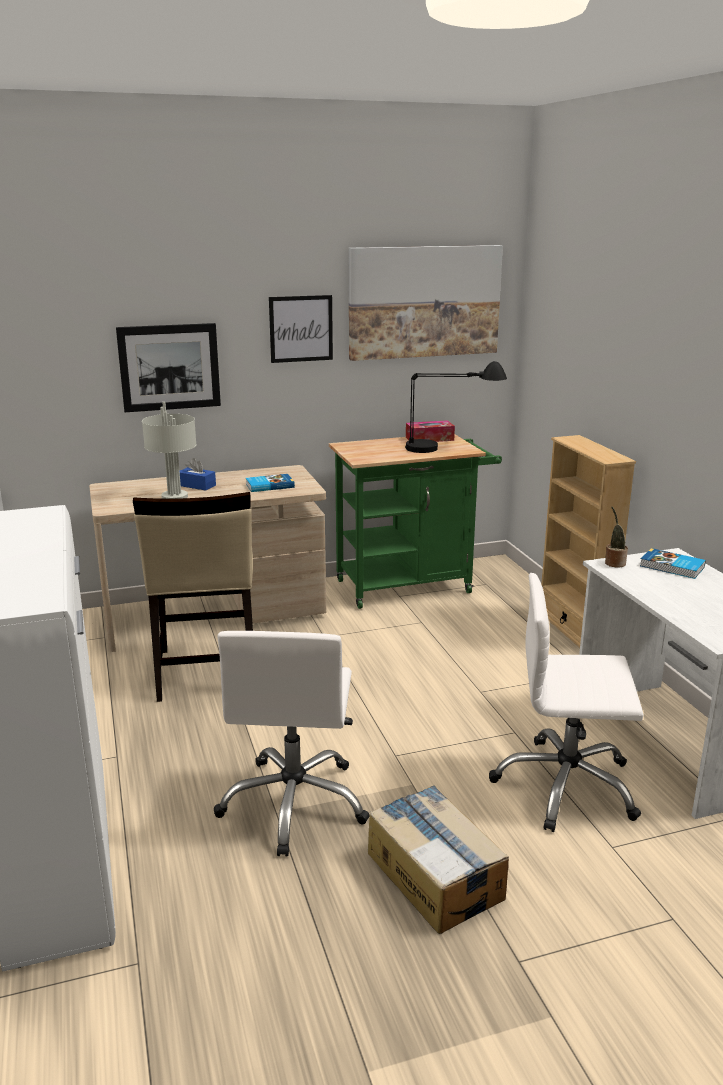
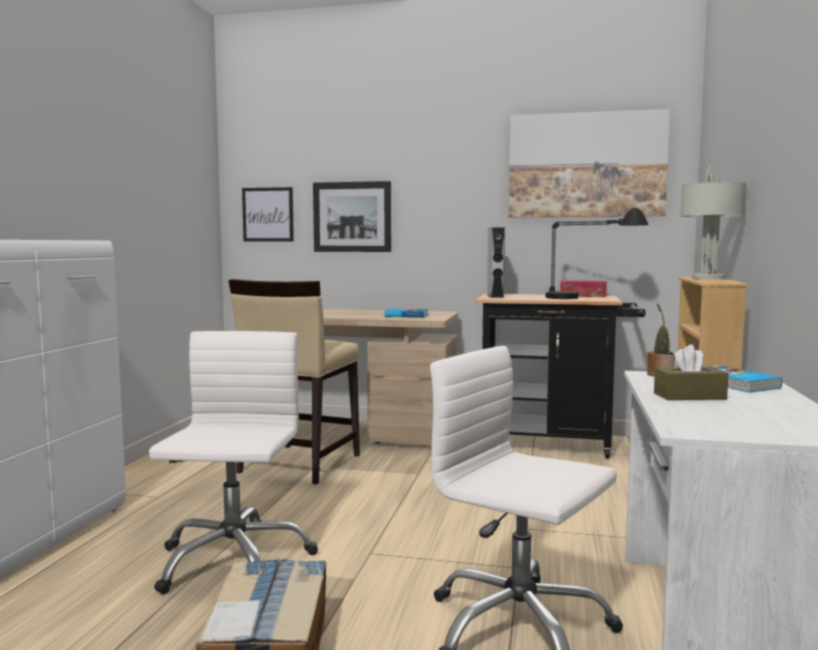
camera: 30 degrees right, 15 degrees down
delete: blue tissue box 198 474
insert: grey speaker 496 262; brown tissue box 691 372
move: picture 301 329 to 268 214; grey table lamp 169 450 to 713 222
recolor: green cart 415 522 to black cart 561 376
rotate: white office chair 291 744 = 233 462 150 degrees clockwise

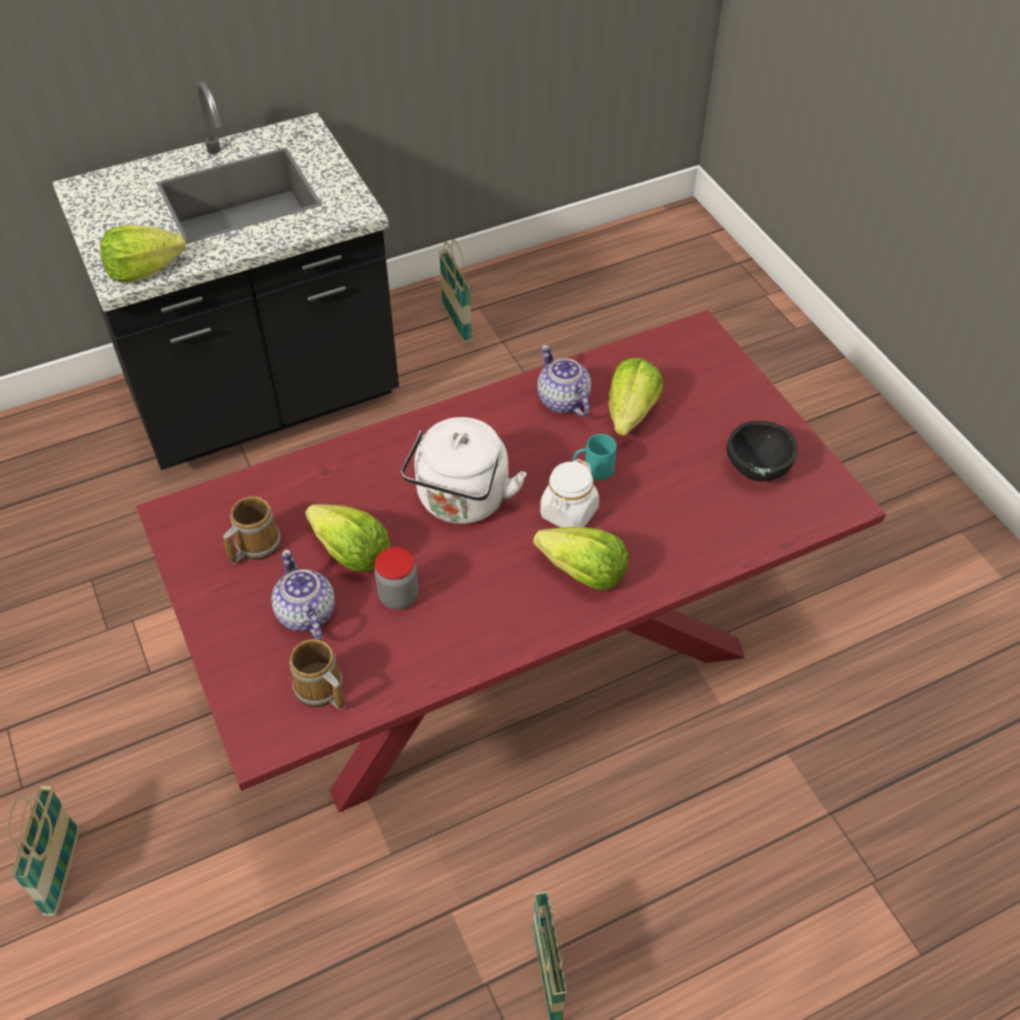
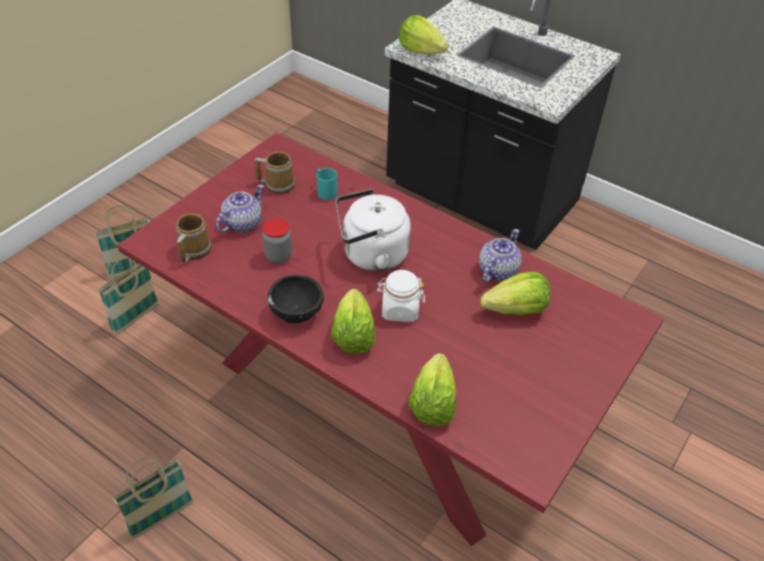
camera: 60 degrees right, 5 degrees down
move: basket 455 292 to 128 293; black bowl 762 451 to 295 299; turquoise mug 595 457 to 327 184; lettuce 347 538 to 432 389

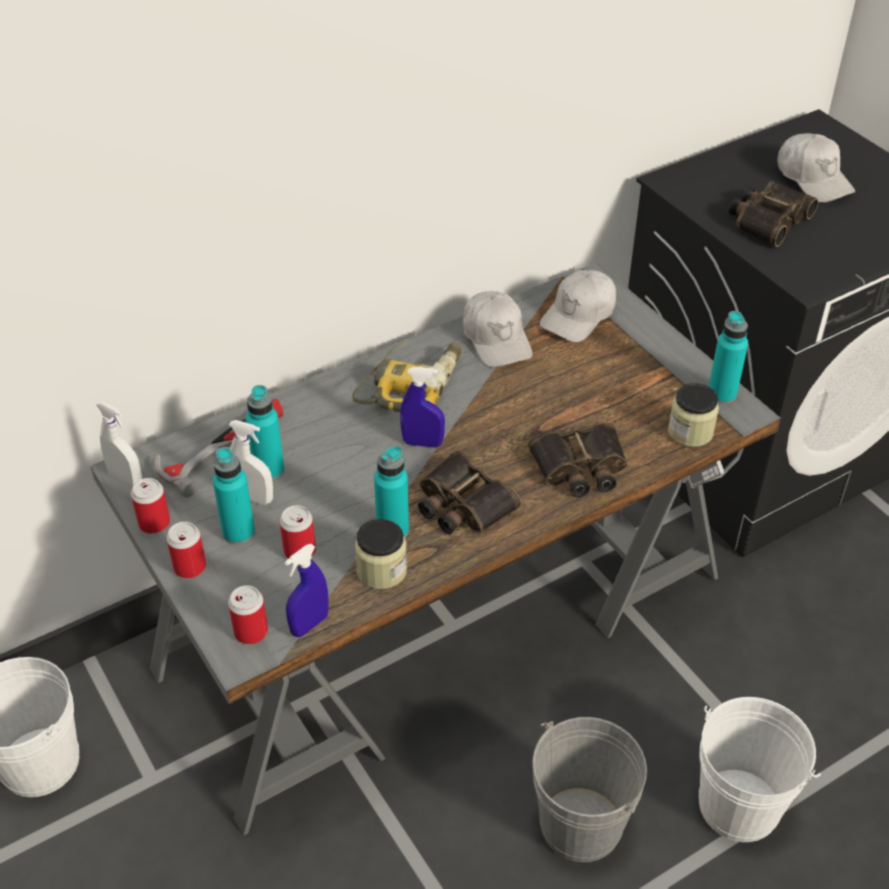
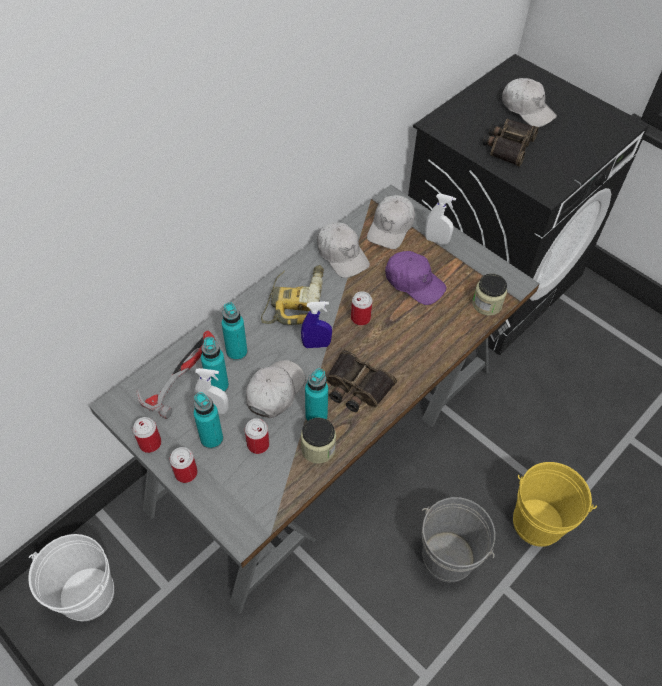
camera: 15 degrees left, 10 degrees up
delete: binoculars 578 459; blue spray bottle 307 590
insert: purple cap 416 278; white cap 275 389
move: turquoise bottle 728 357 to 234 331; white spray bottle 119 445 to 440 219; can 248 614 to 361 308
recolor: white bucket 760 769 to yellow bucket 555 504

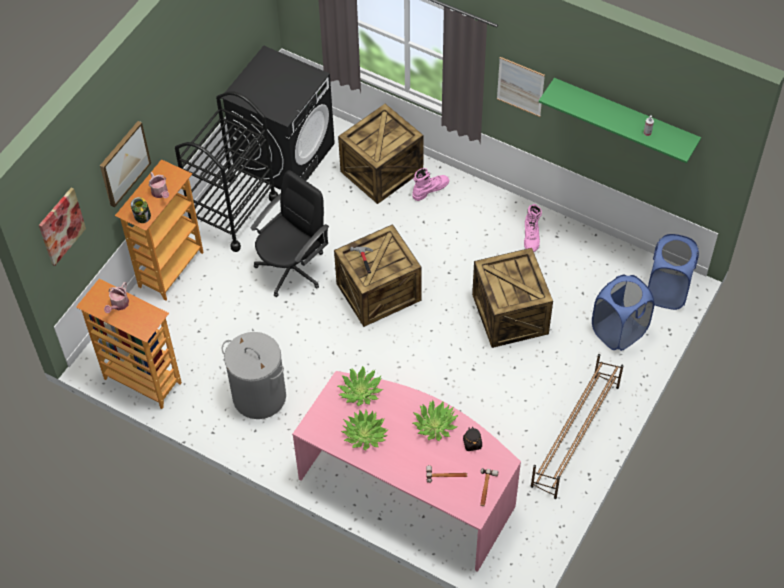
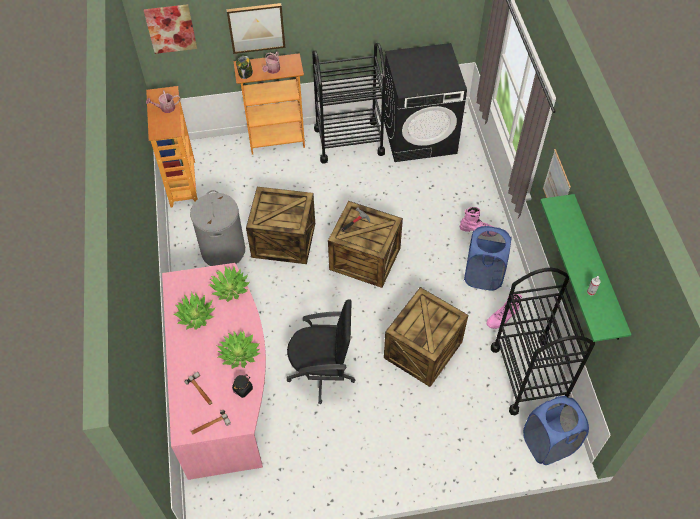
camera: 50 degrees right, 0 degrees up
delete: brown shoe rack 577 426
insert: black cart 543 341
move: crate 381 154 to 280 225; black office chair 290 233 to 321 351; blue laundry basket 623 312 to 488 258

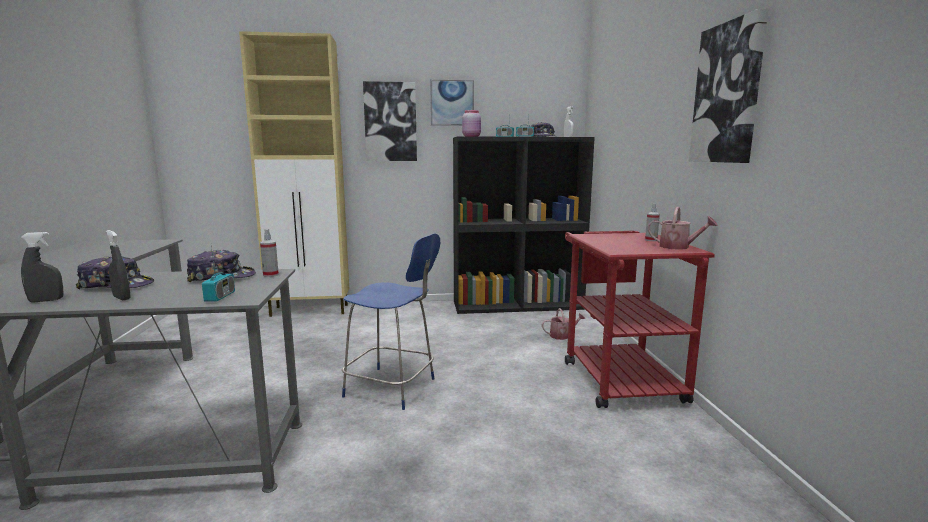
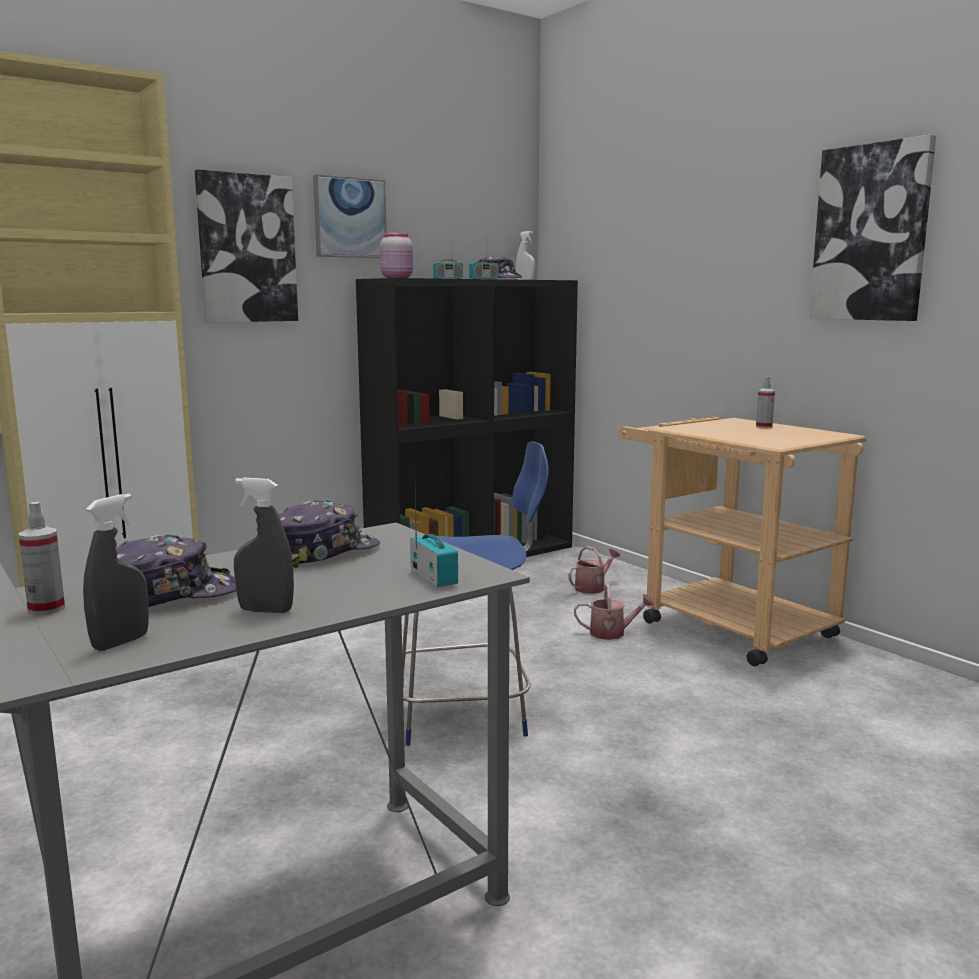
camera: 30 degrees left, 0 degrees up
move: watering can 683 228 to 614 612; spray bottle 269 253 to 42 558
recolor: red cart 640 319 to beige cart 742 541

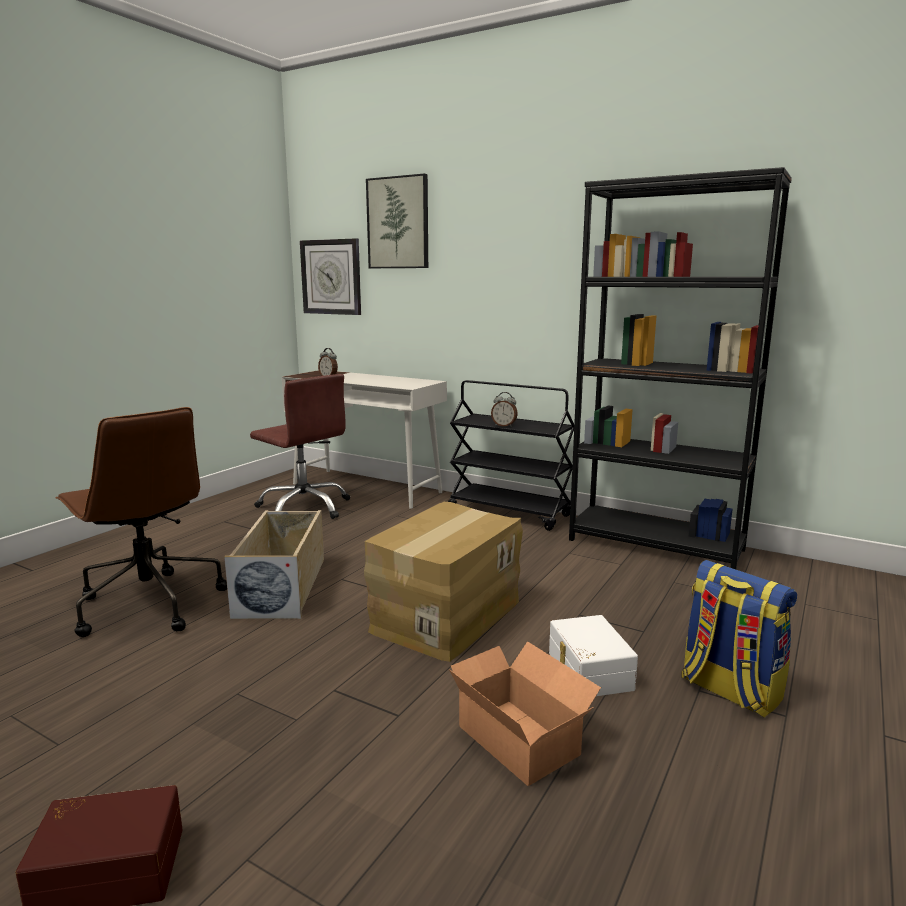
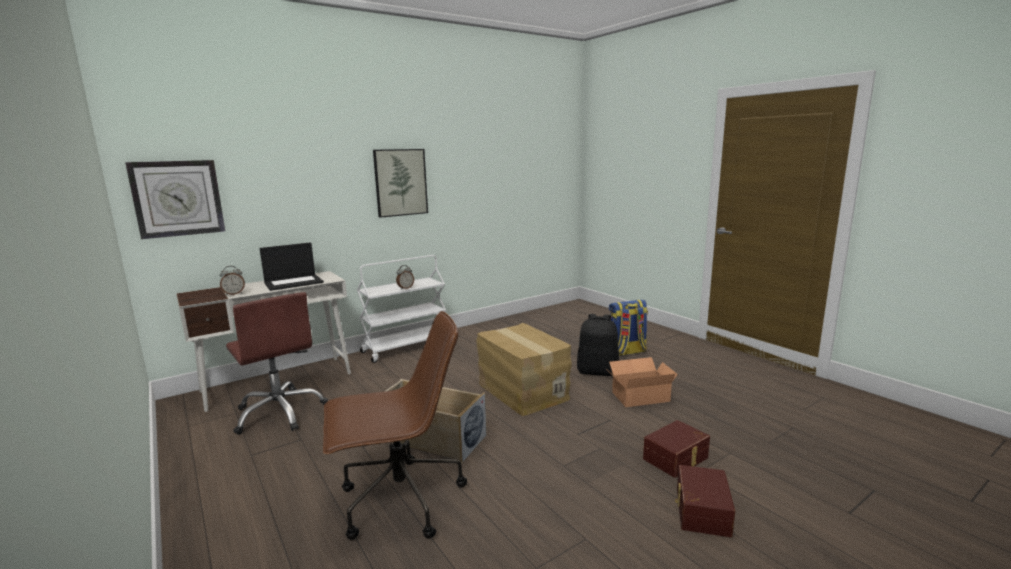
camera: 65 degrees left, 0 degrees up
delete: black bookcase 680 368
insert: laptop 292 266; brown storage box 676 449
move: picture 397 220 to 400 183
replace: white storage box 593 655 to black backpack 598 345
recolor: black cart 511 455 to white cart 401 309
rotate: brown office chair 300 446 = 277 363 75 degrees clockwise

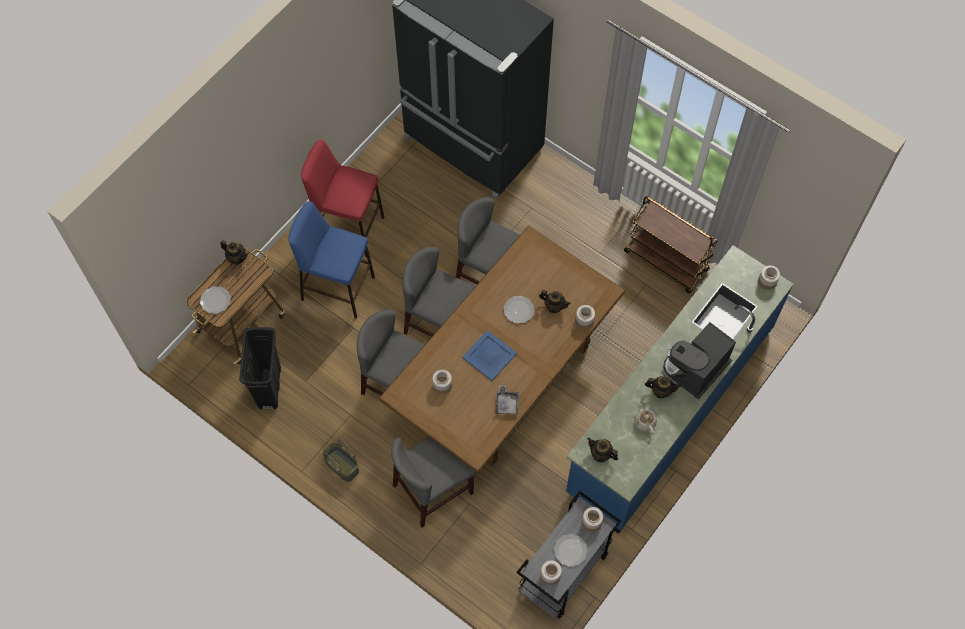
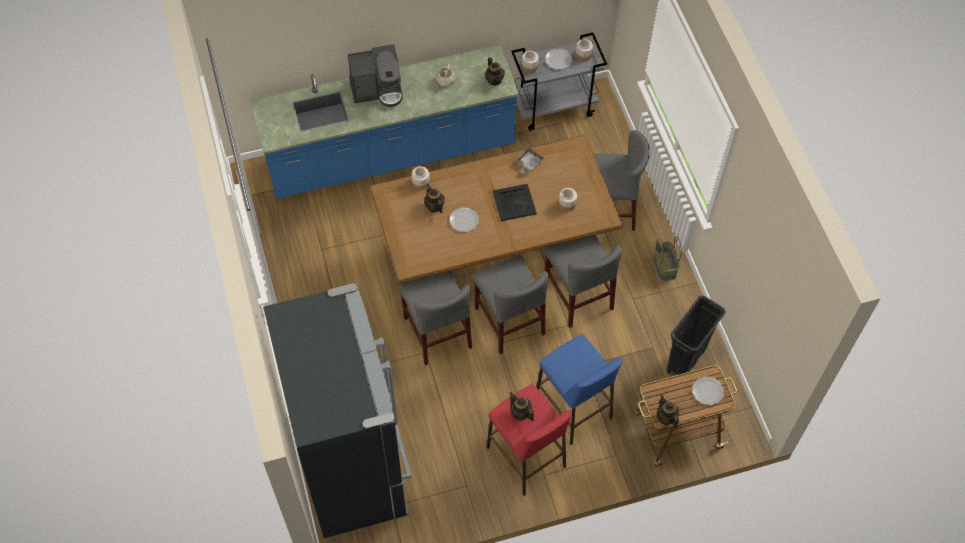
camera: 145 degrees left, 5 degrees down
delete: brown cart 671 244; jar 769 277
move: teapot 663 387 to 521 406
recolor: blue tray 489 355 to black tray 514 202

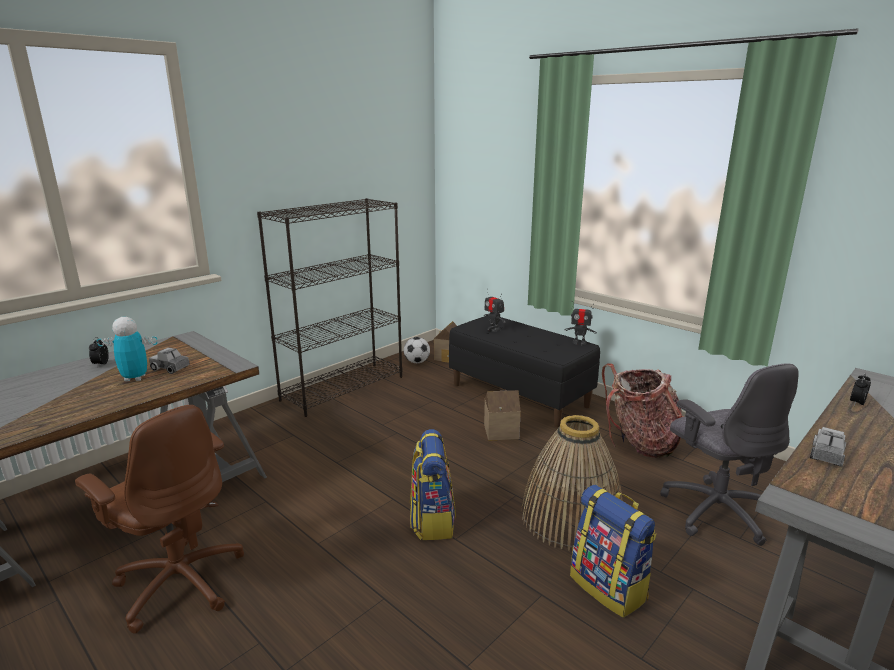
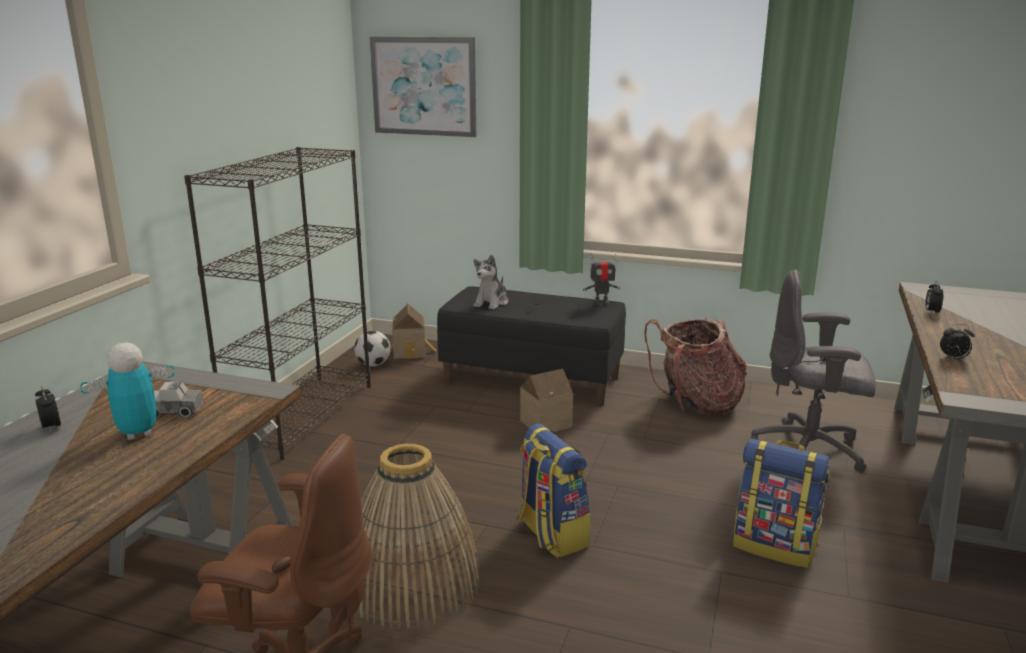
camera: 25 degrees left, 0 degrees up
insert: picture 423 87
move: basket 571 483 to 417 536
replace: toy robot 495 311 to plush toy 491 282; toy truck 828 447 to alarm clock 957 341
rotate: grey office chair 729 454 = 813 371 150 degrees clockwise

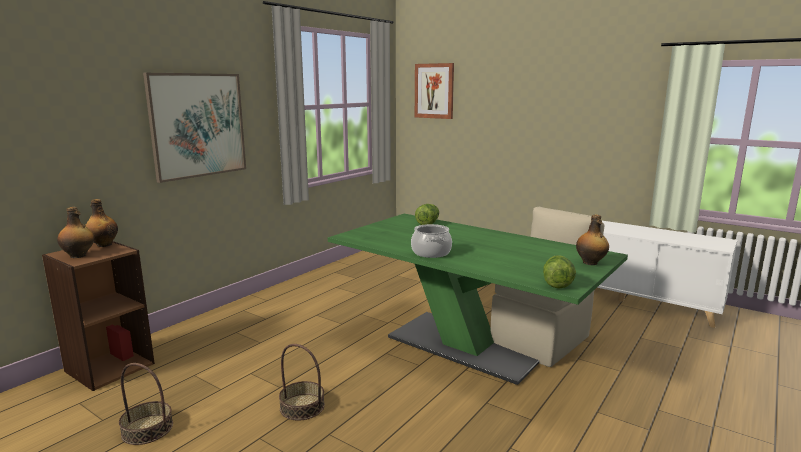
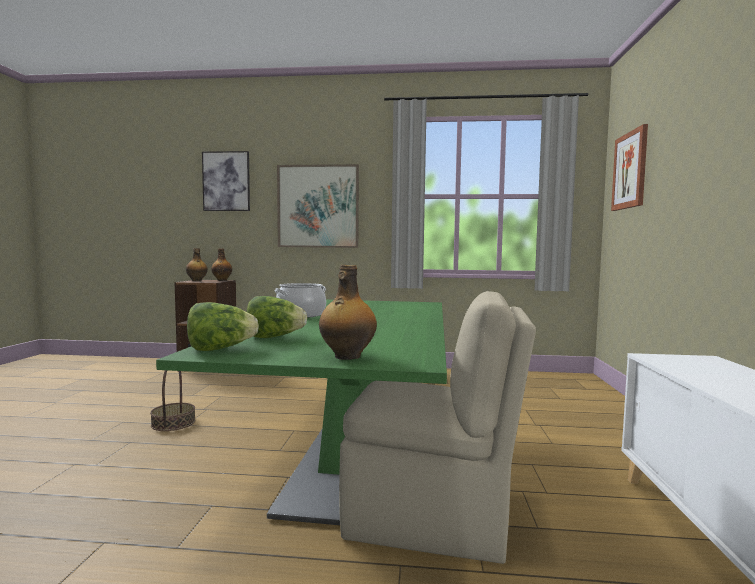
camera: 60 degrees right, 10 degrees down
delete: basket 146 404
insert: picture 226 181
move: lettuce 427 214 to 276 317

